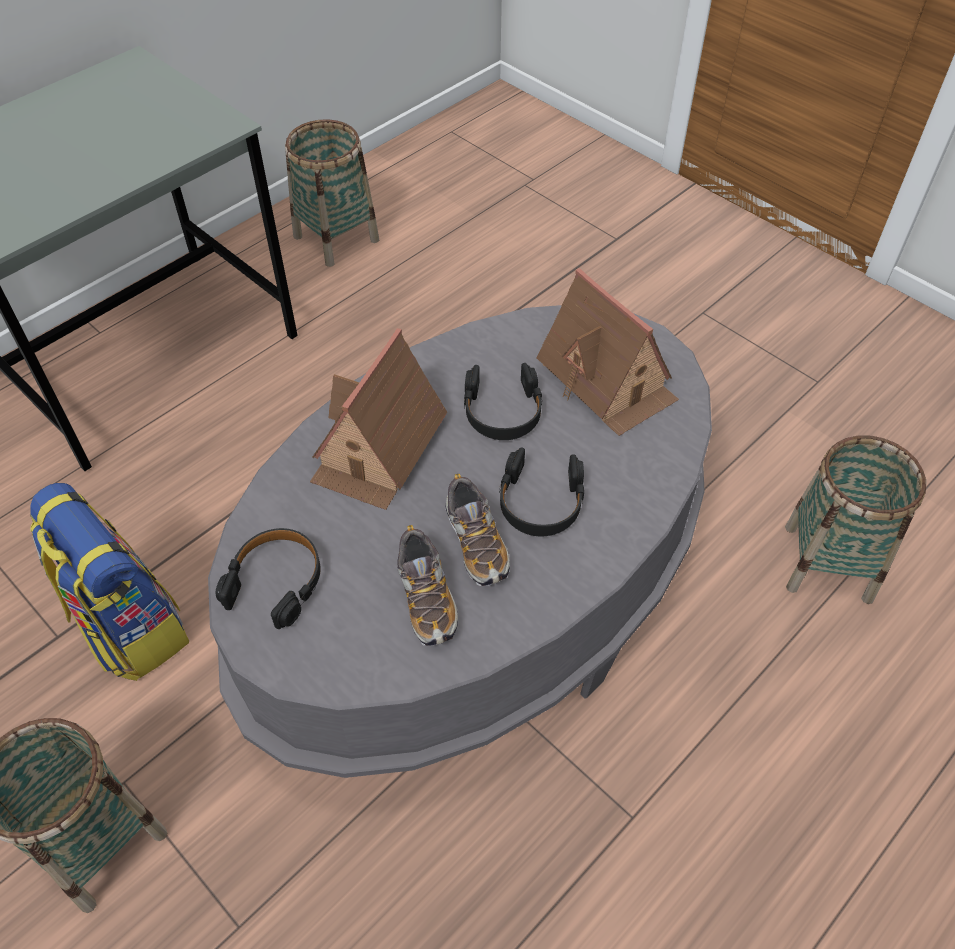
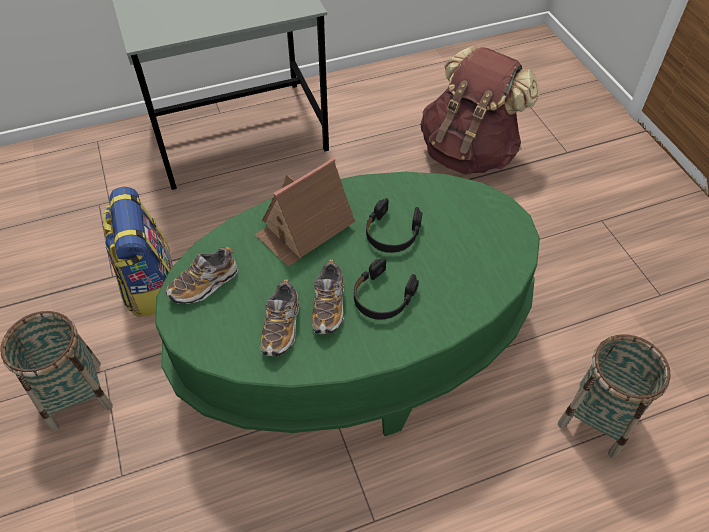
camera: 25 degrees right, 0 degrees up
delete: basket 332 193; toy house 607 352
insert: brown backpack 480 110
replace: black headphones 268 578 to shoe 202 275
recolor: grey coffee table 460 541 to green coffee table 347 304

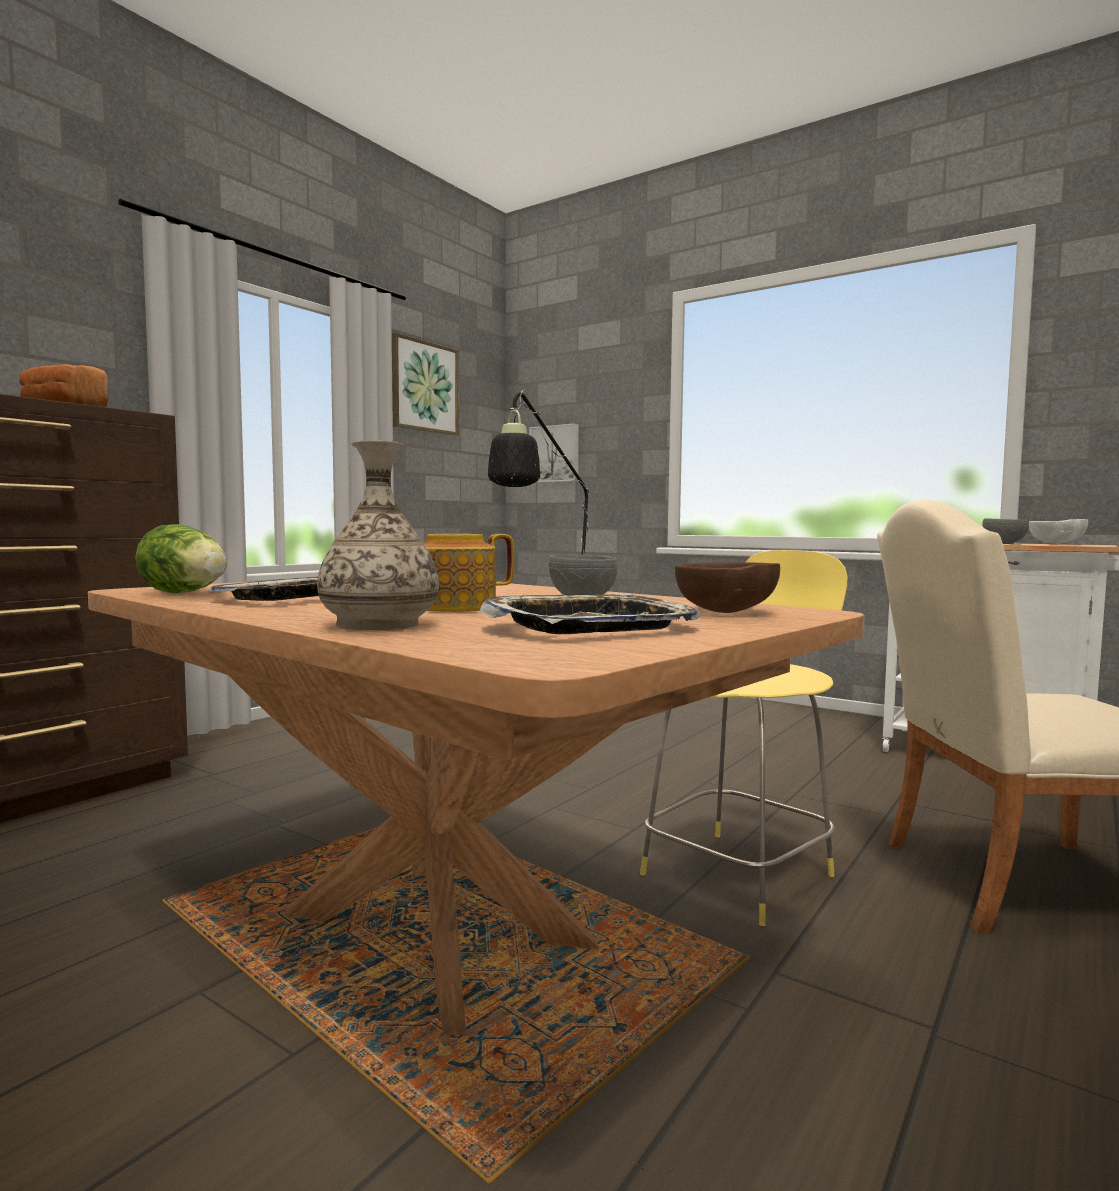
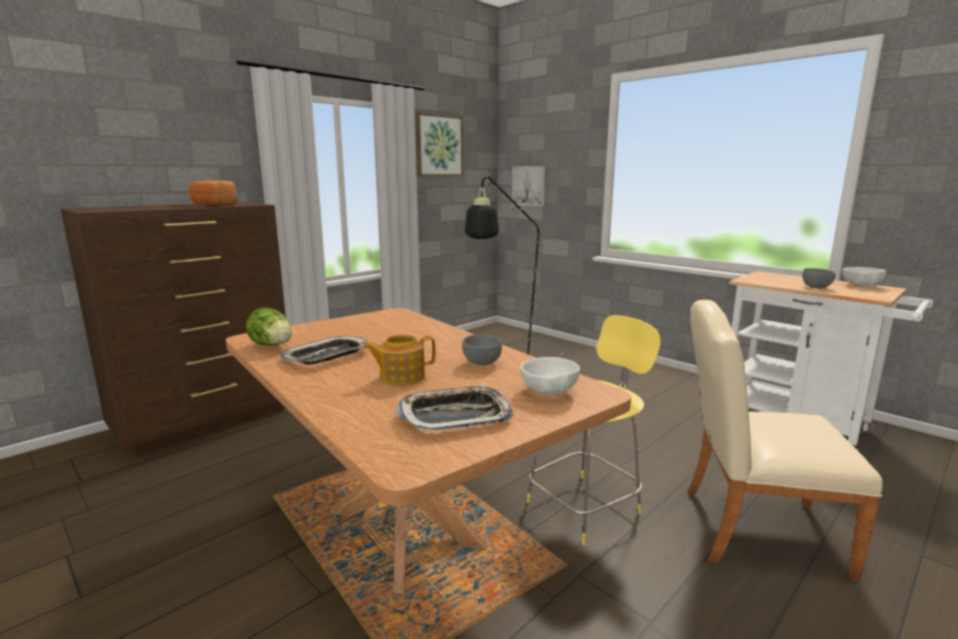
camera: 10 degrees right, 10 degrees up
delete: vase 378 535
recolor: brown bowl 727 587 to white bowl 550 376

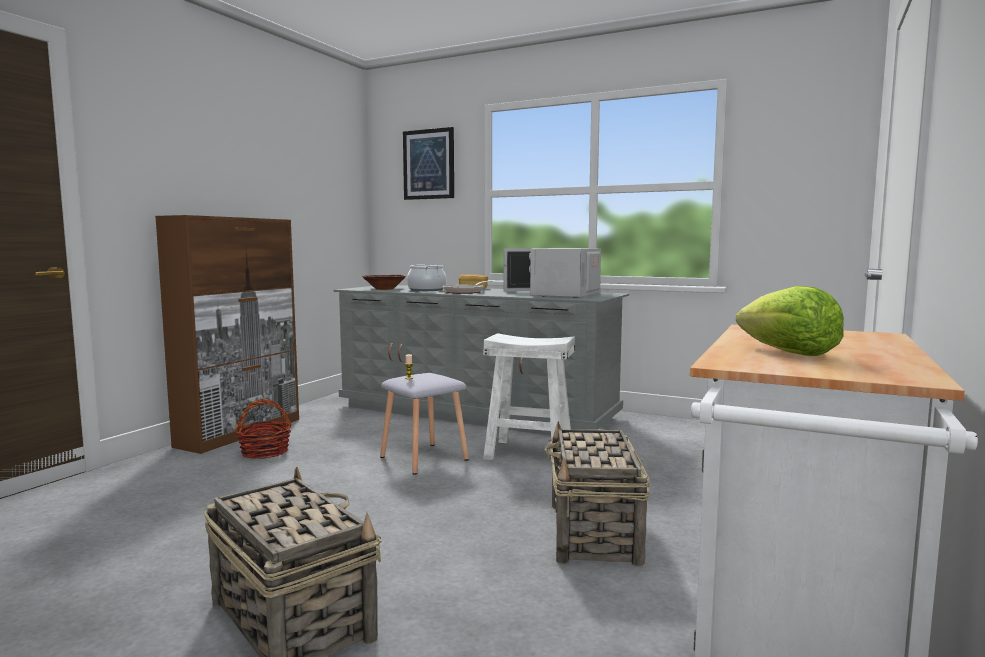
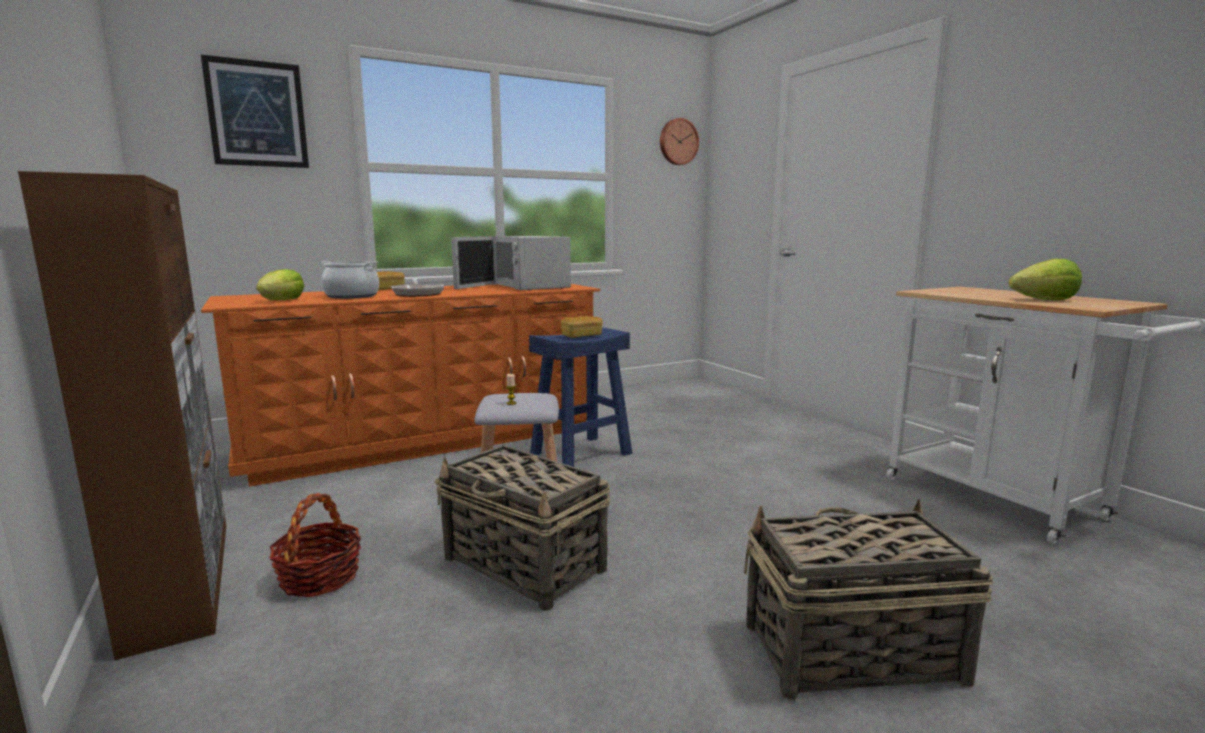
camera: 55 degrees left, 5 degrees up
insert: wall clock 679 141; bread 582 327
move: basket 597 493 to 522 528
replace: brown bowl 384 282 to lettuce 280 285
recolor: grey dresser 481 360 to orange dresser 400 385; white stool 529 396 to blue stool 580 397

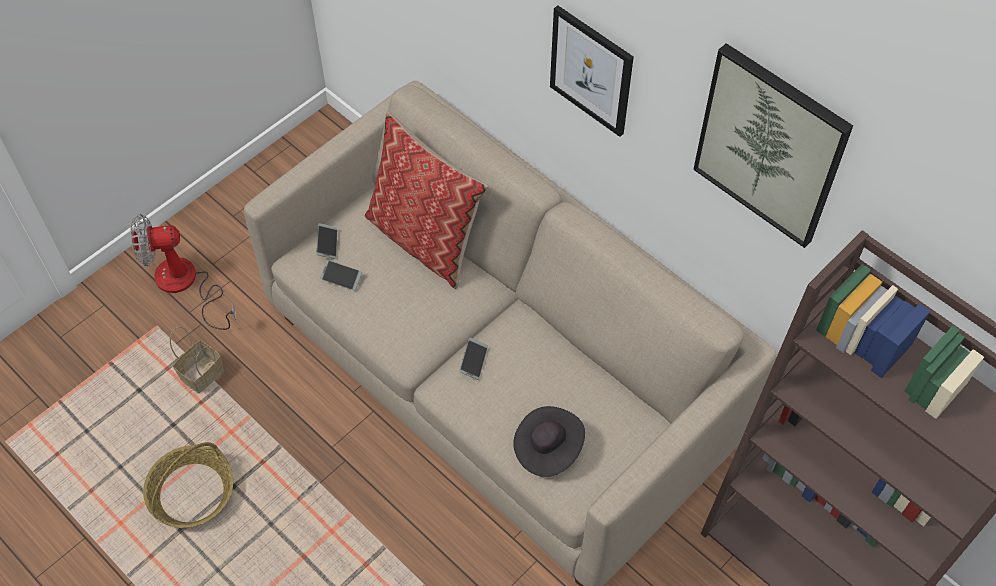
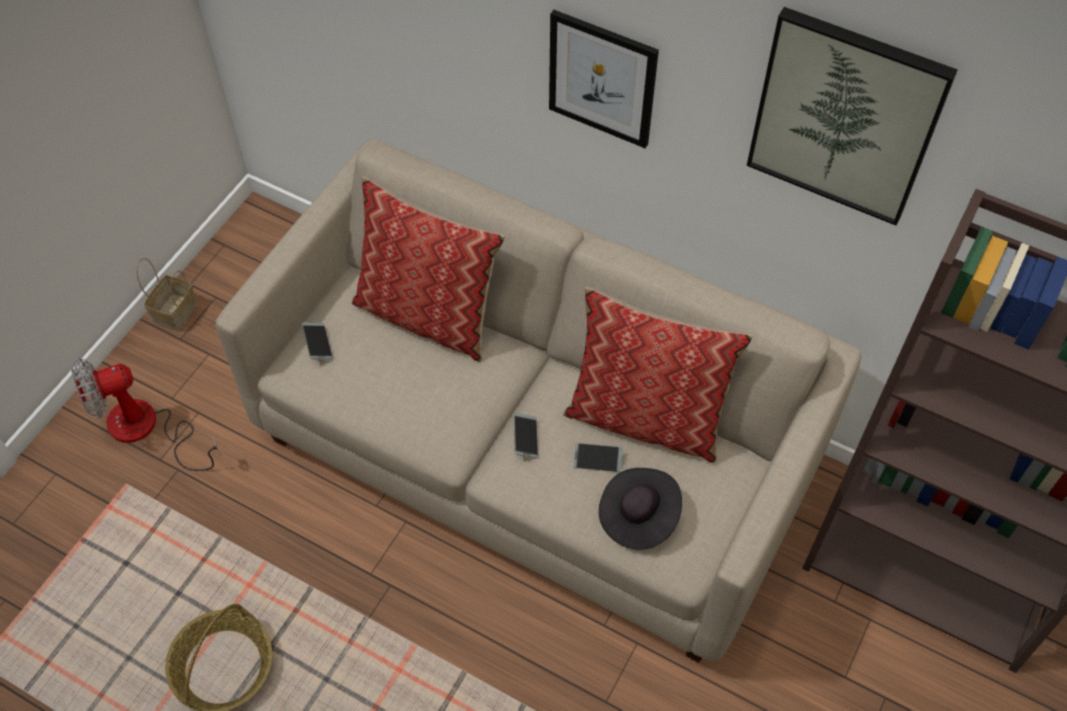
camera: 15 degrees left, 0 degrees up
insert: pillow 658 374
move: phone 341 275 to 598 457; basket 197 359 to 166 294

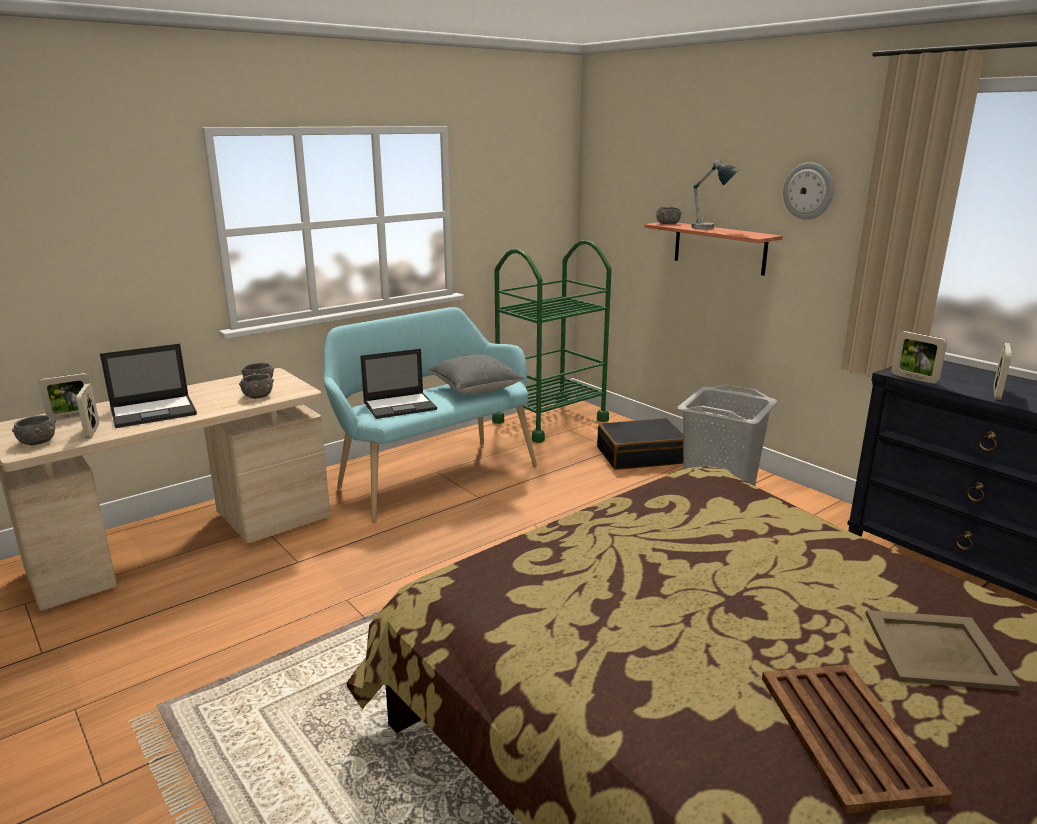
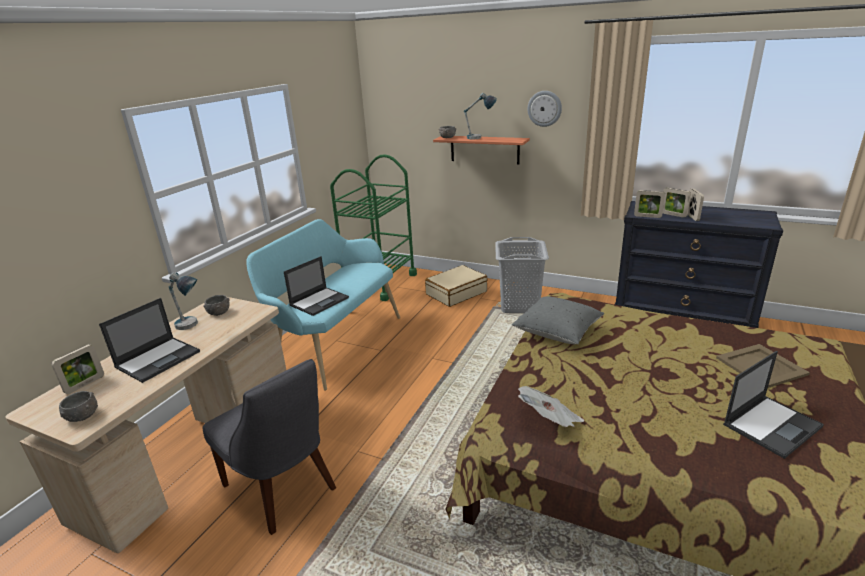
camera: 25 degrees left, 5 degrees up
delete: grey bowl 256 386
insert: table lamp 183 301; grey chair 269 447; newspaper 551 406
move: grey pillow 476 374 to 558 320; picture frame 87 411 to 677 203
replace: brown tray 857 739 to laptop 773 405
recolor: black suitcase 640 444 to beige suitcase 456 286

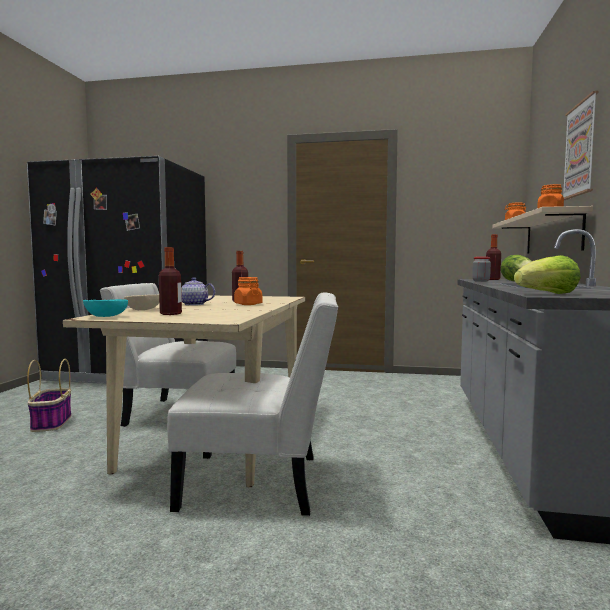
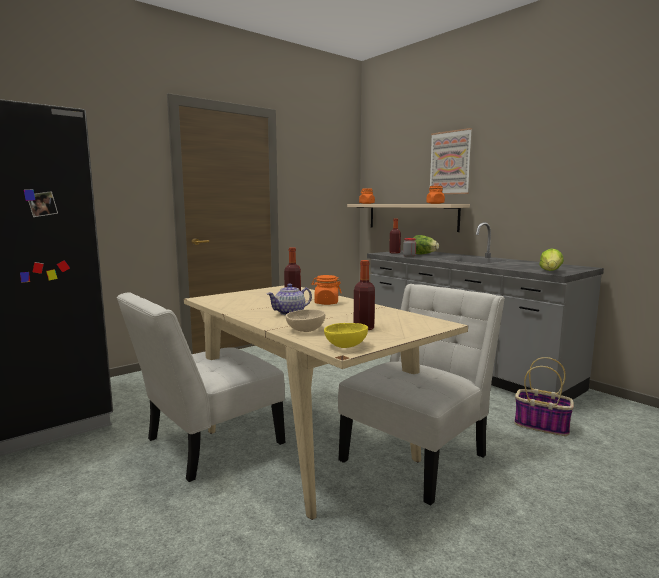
camera: 50 degrees left, 5 degrees up
move: basket 49 395 to 544 396
recolor: turquoise bowl 105 308 to yellow bowl 346 335

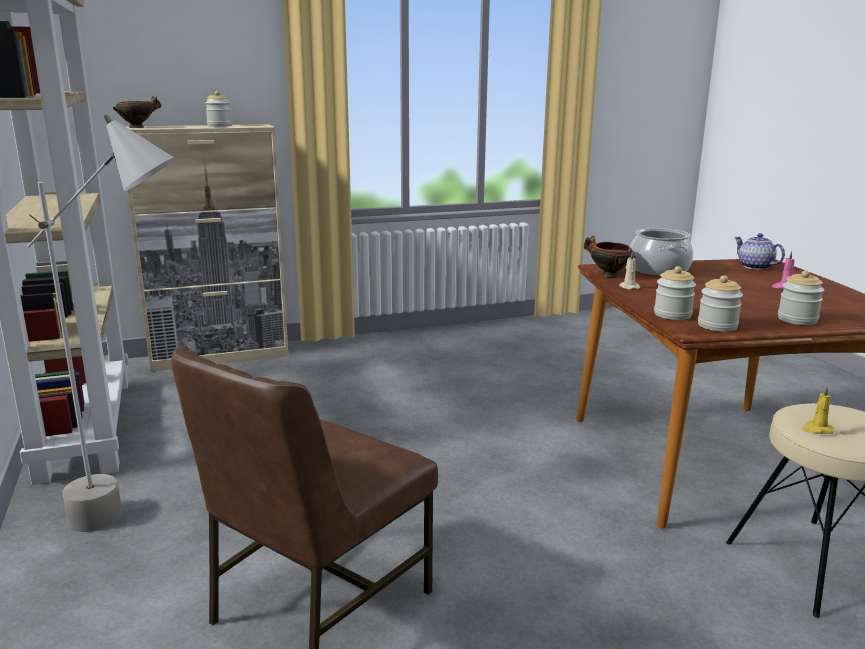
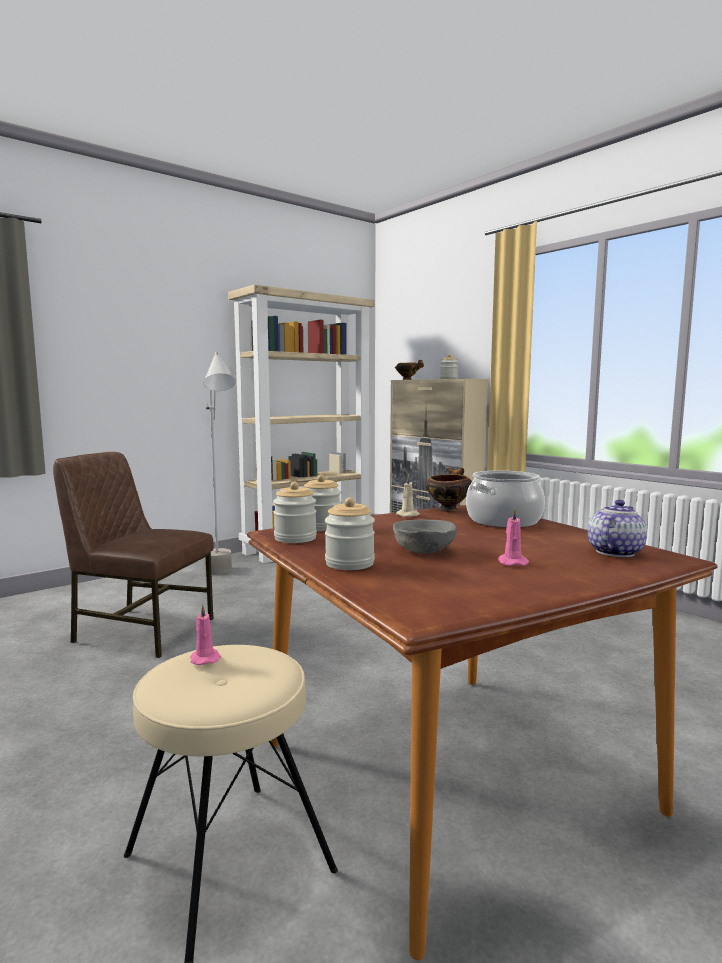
camera: 70 degrees right, 10 degrees down
insert: grey bowl 425 536
recolor: yellow candle 818 410 to pink candle 205 634

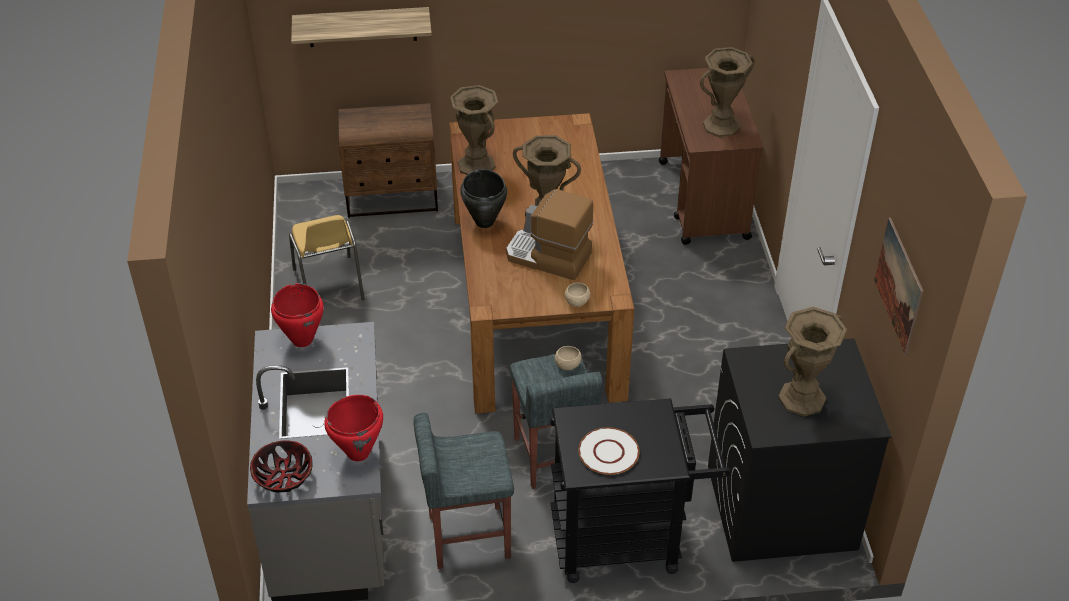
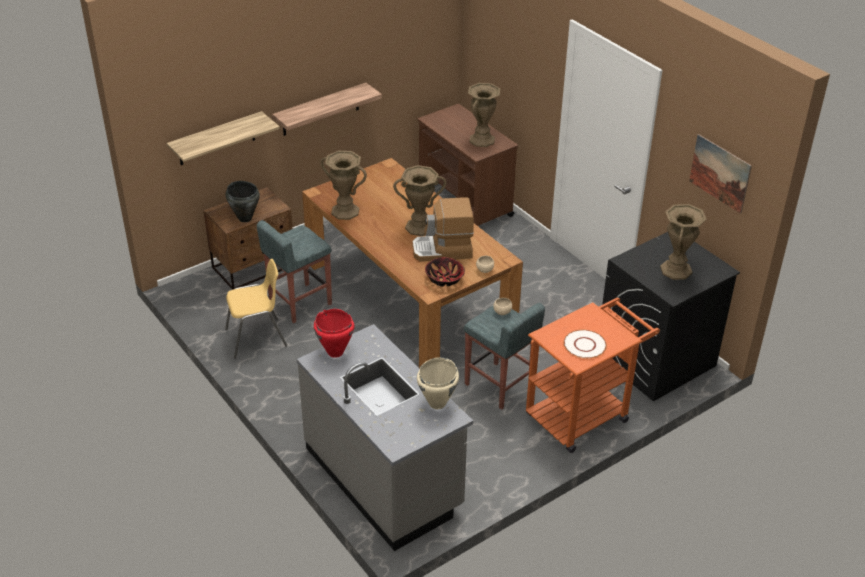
camera: 30 degrees left, 5 degrees down
insert: shelf 327 109
move: black cooking pot 483 198 to 243 201; grey stool 463 491 to 294 271; bowl 281 466 to 445 272
recolor: red cooking pot 353 428 to beige cooking pot 438 383; black cart 640 490 to orange cart 593 375
rotate: yellow chair 326 257 = 256 309 60 degrees counterclockwise

